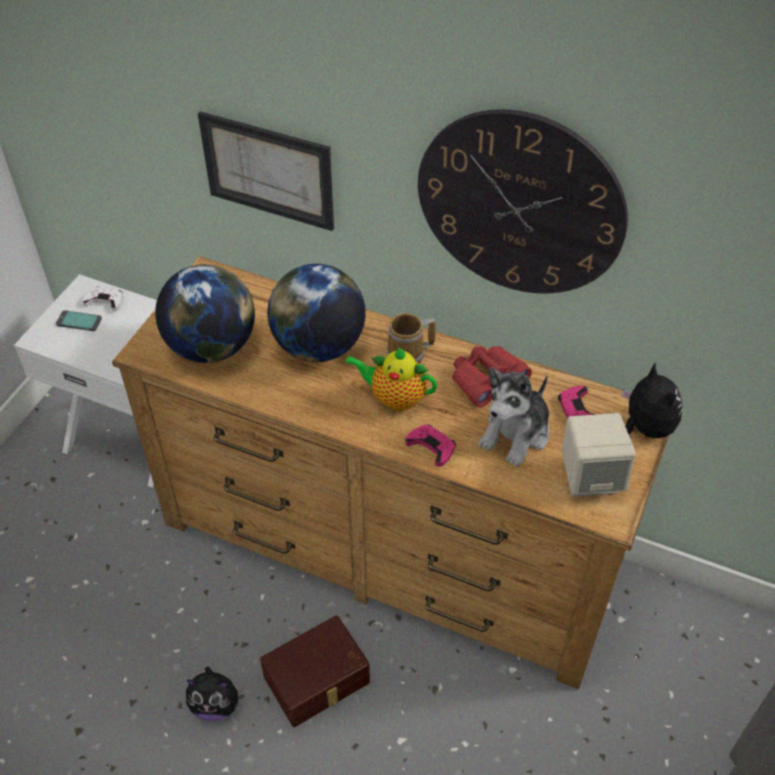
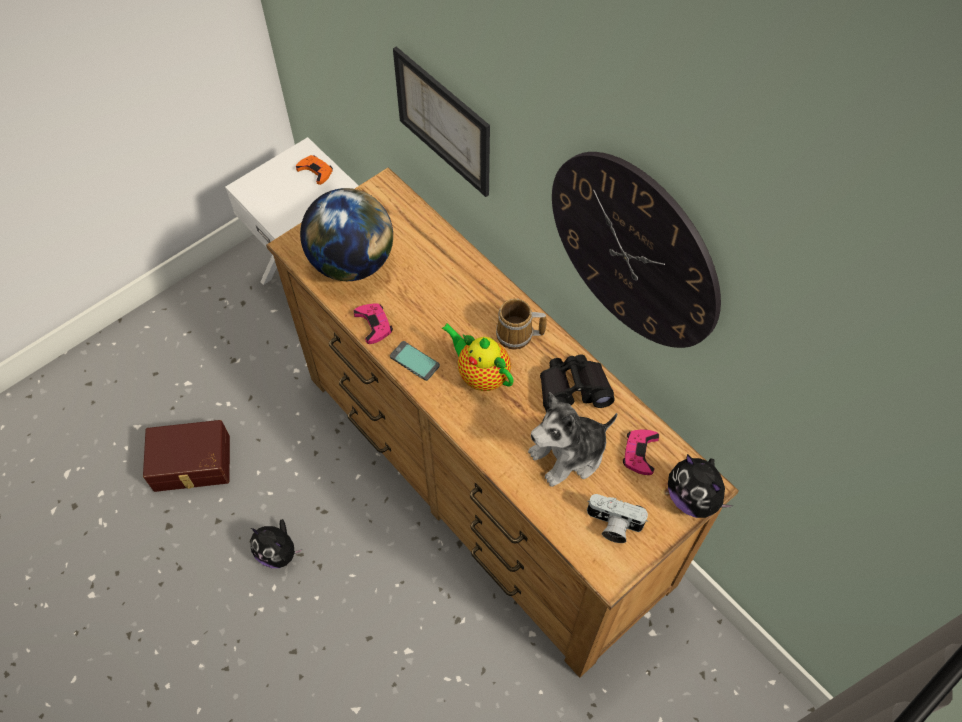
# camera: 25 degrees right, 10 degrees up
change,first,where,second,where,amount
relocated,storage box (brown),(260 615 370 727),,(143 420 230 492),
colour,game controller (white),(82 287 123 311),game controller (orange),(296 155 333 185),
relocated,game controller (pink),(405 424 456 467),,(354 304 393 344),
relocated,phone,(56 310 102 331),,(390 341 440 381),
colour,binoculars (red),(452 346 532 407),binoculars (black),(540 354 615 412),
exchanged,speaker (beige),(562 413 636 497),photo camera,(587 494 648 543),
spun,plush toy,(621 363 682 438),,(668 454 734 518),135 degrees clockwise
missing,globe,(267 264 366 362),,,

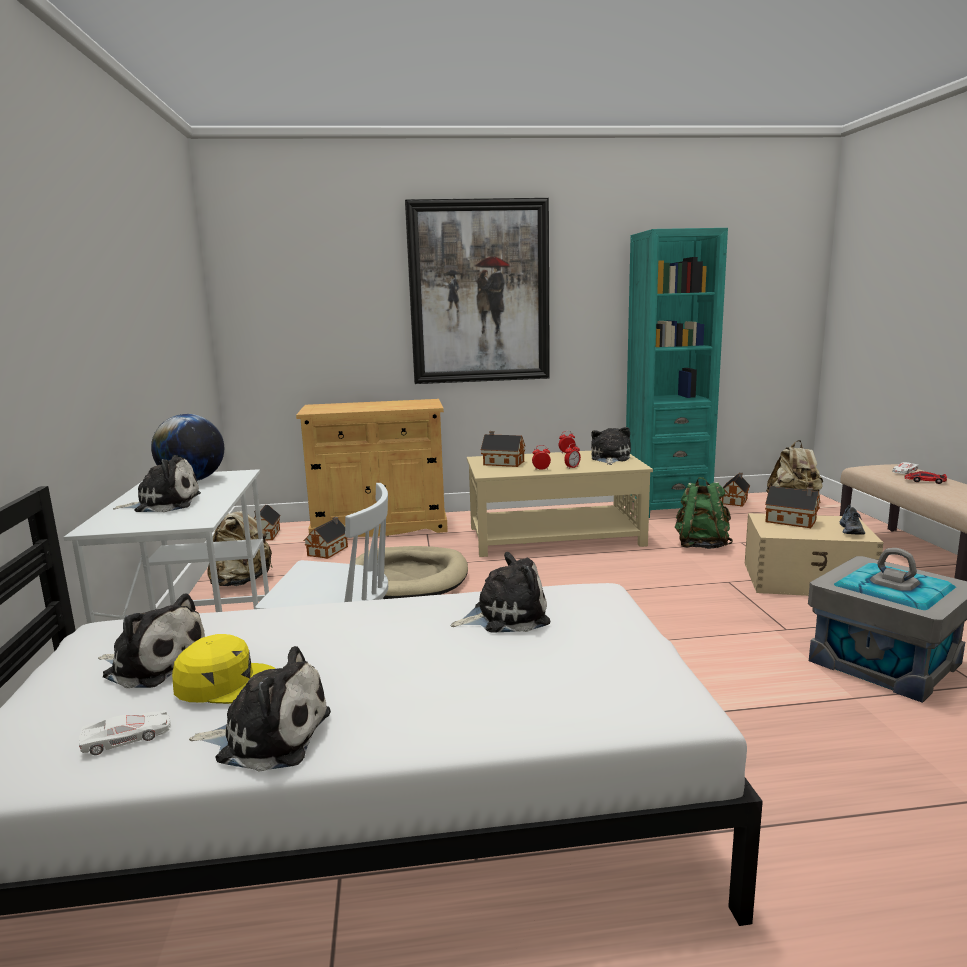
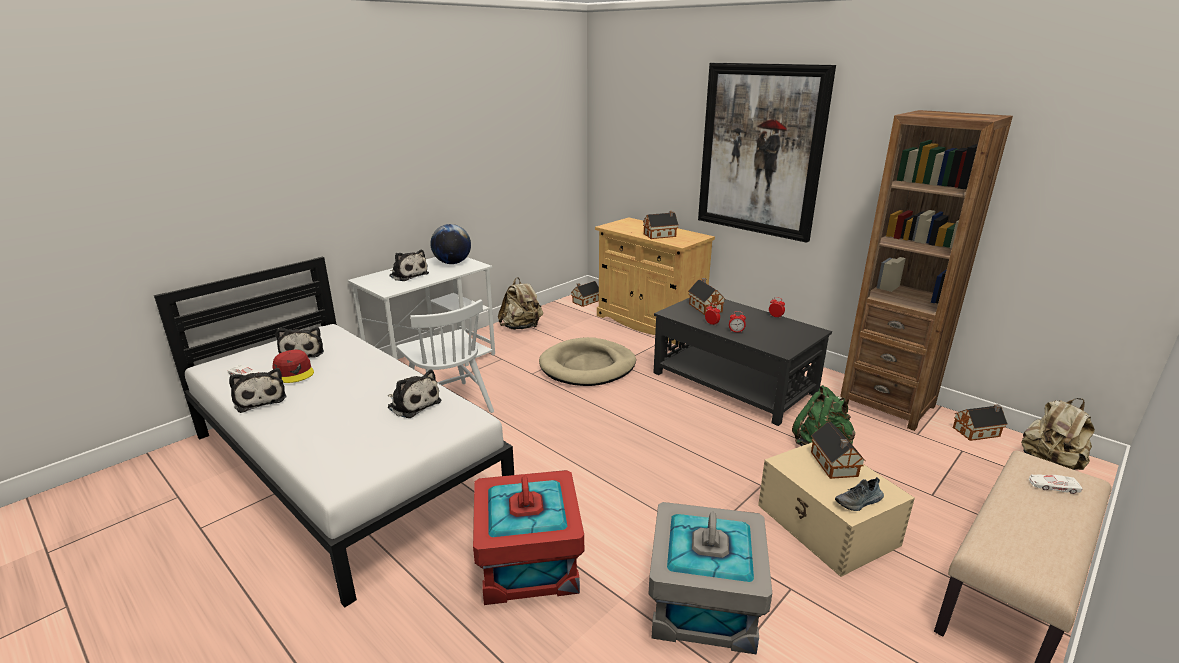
# camera: 50 degrees right, 10 degrees up
change,first,where,second,where,amount
colour,cap (yellow),(172 634 276 704),cap (red),(272 349 314 383),
appeared,,,storage box (red),(473 470 584 605),
relocated,toy house,(304 517 348 559),,(643 211 679 239),
colour,coffee table (beige),(467 451 653 557),coffee table (black),(653 298 832 426),
colour,bookcase (turquoise),(626 228 728 518),bookcase (brown),(840 110 1013 431),
missing,plush toy,(591 427 631 465),,,
missing,toy car,(904 471 947 484),,,

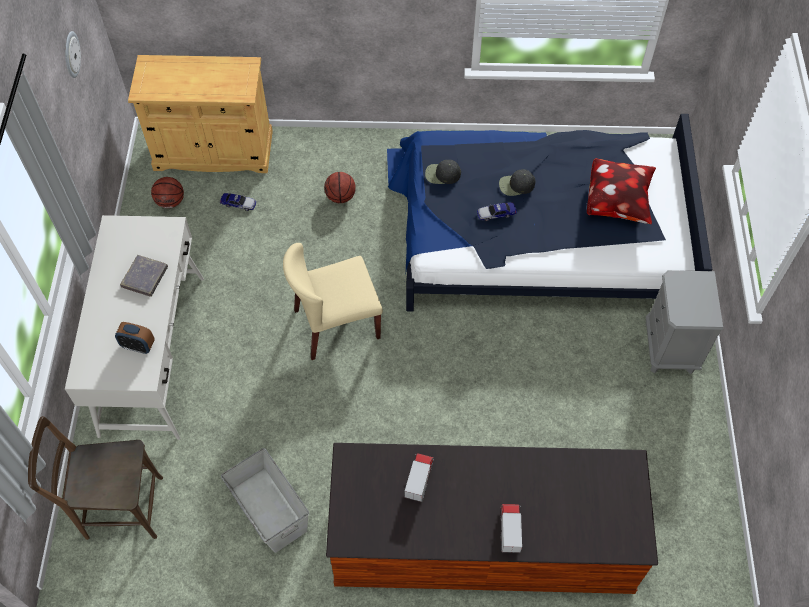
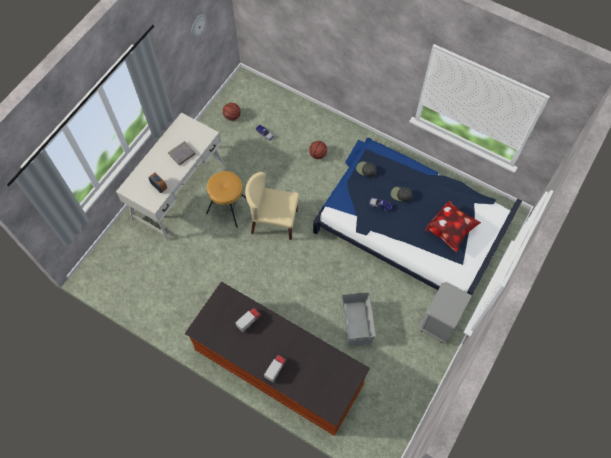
# camera: 30 degrees right, 5 degrees up
change,first,where,second,where,amount
appeared,,,stool (brown),(206 171 246 228),
relocated,storage box (grey),(221 448 309 553),,(342 292 376 346),
missing,chair (brown),(28 416 163 540),,,
missing,cabinet (beige),(128 55 273 173),,,

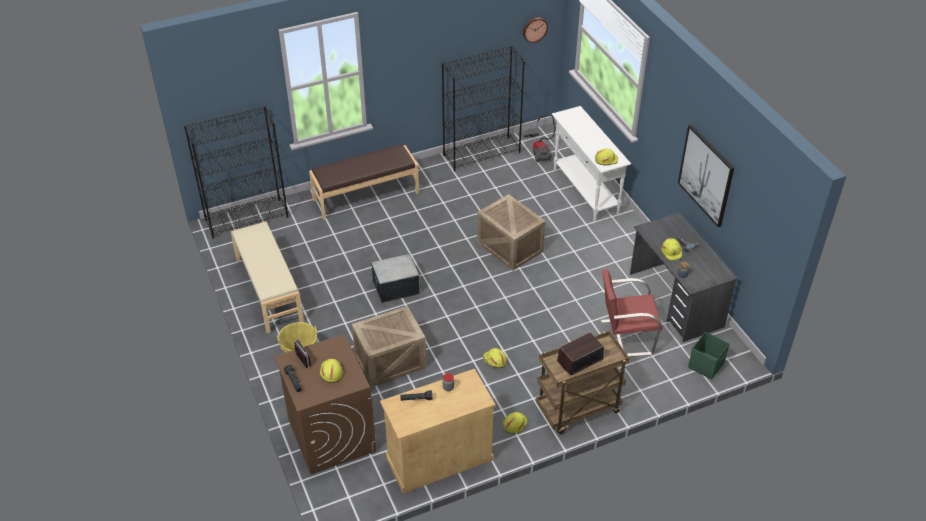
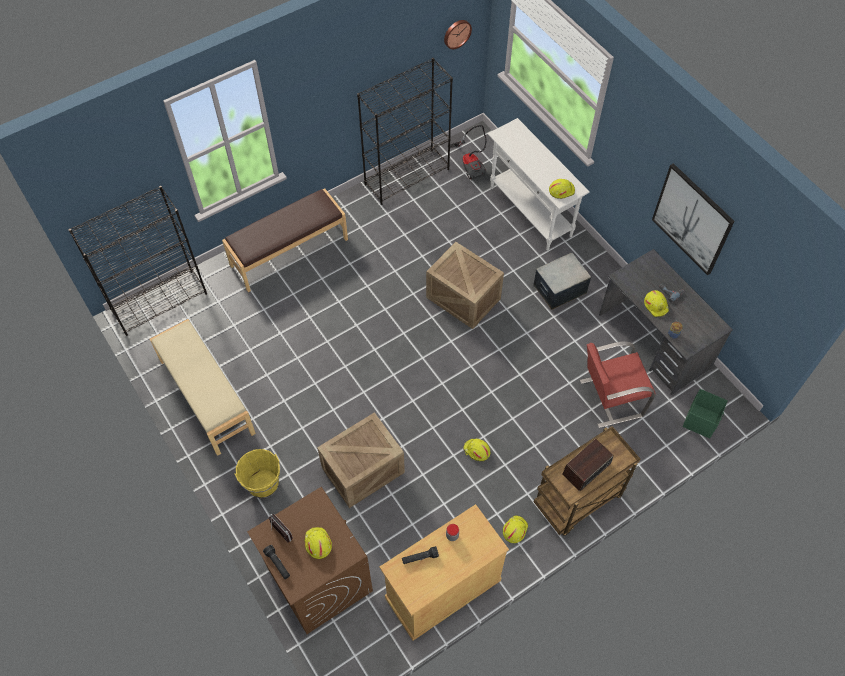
# camera: 10 degrees left, 15 degrees up
change,first,where,second,where,amount
relocated,storage box,(371 254 420 303),,(533 253 591 310),

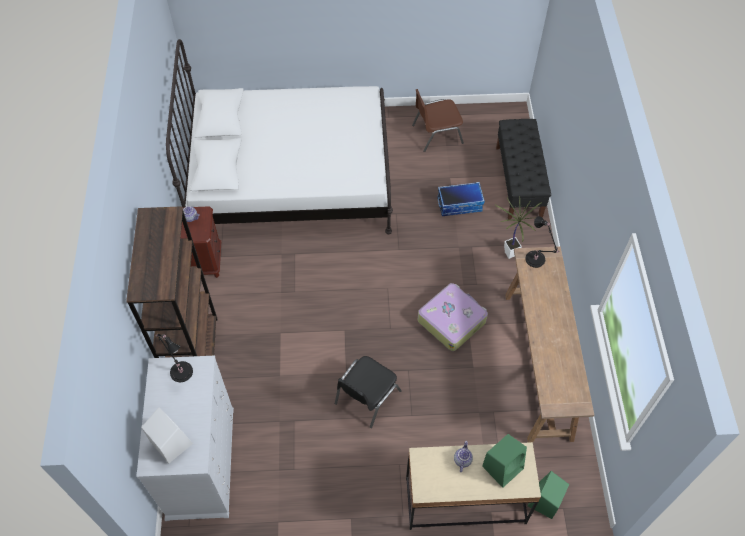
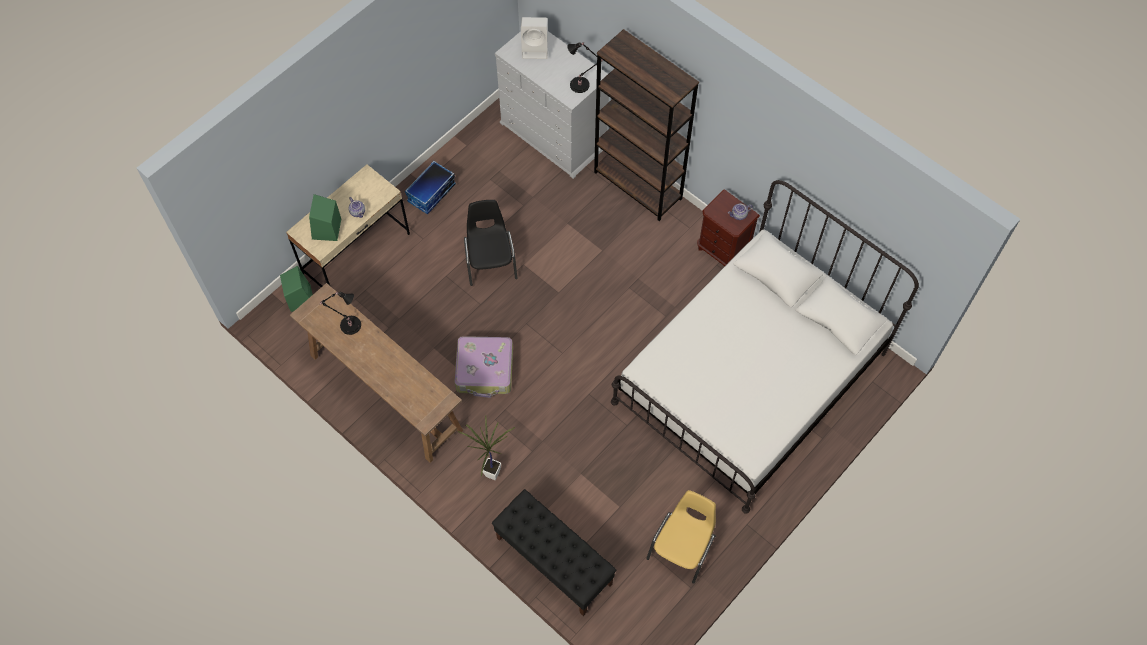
# camera: 135 degrees right, 5 degrees up
change,first,where,second,where,amount
relocated,table lamp (black),(525 216 560 268),,(320 292 361 335),
relocated,storage box,(437 182 485 216),,(405 161 456 214),
colour,chair (brown),(412 89 464 152),chair (yellow),(646 490 716 584),

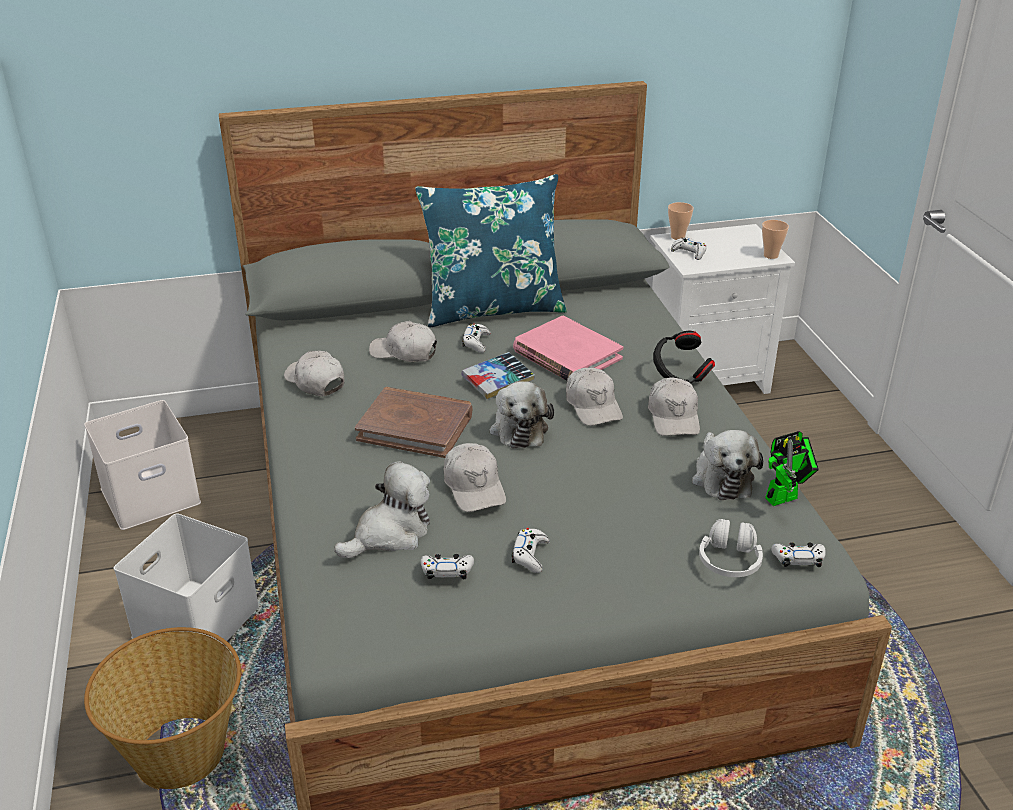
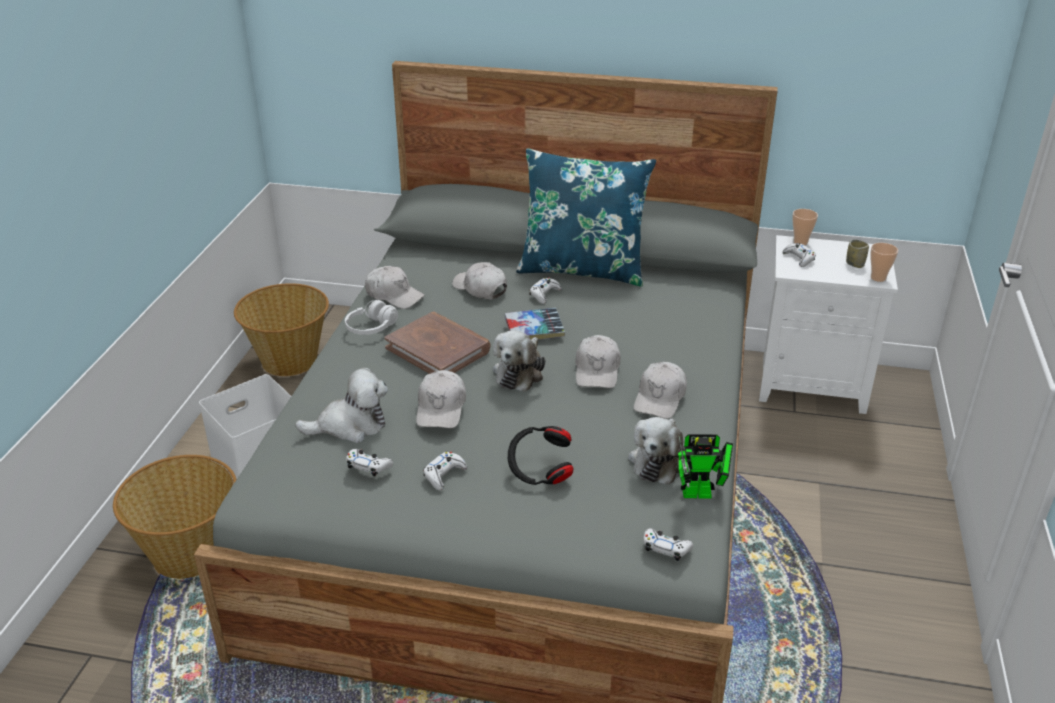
# camera: 25 degrees right, 0 degrees up
change,first,where,second,where,amount
exchanged,storage box (white),(84 400 201 530),basket,(234 283 329 376),
relocated,headphones (white),(699 519 763 577),,(345 300 398 335),
spun,cap (white),(284 351 345 396),,(365 266 425 309),135 degrees clockwise
relocated,headphones (black),(653 331 715 383),,(508 426 573 485),
appeared,,,cup,(846 239 869 268),
missing,book (pink),(513 316 623 381),,,

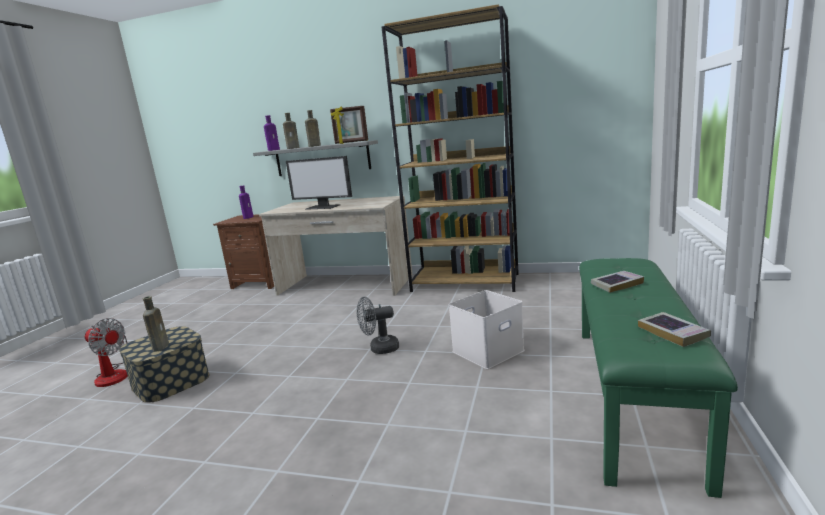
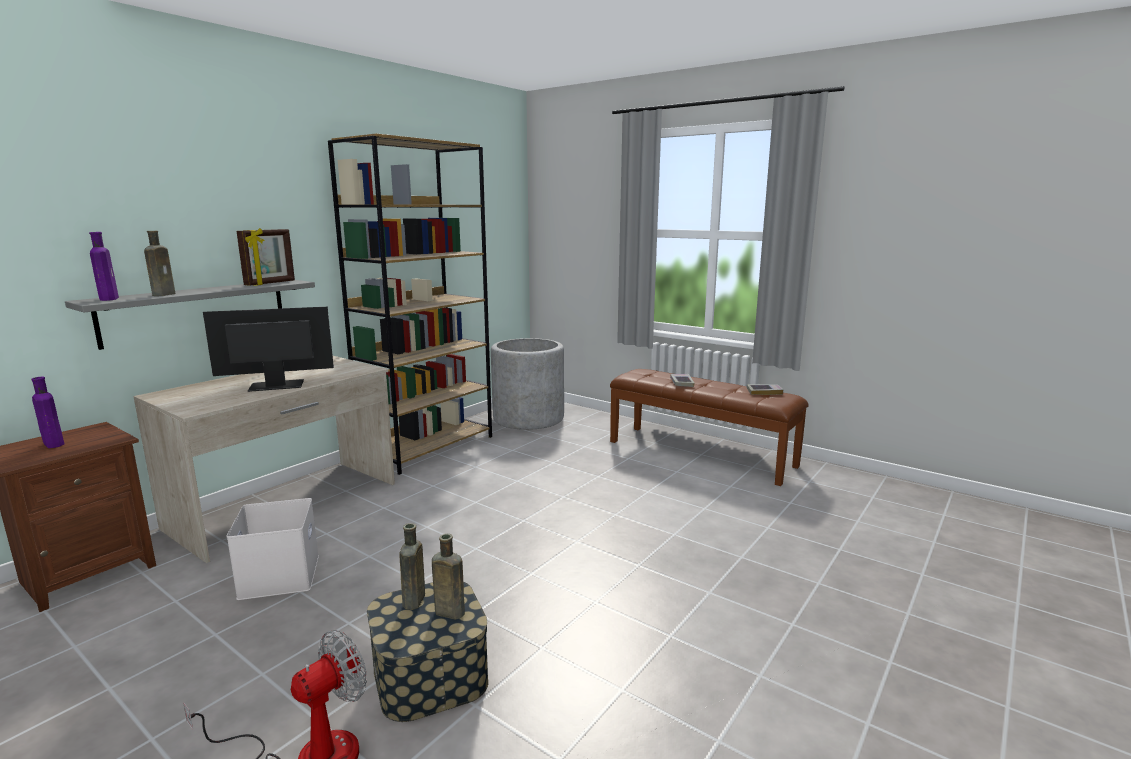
# camera: 70 degrees left, 0 degrees up
change,first,where,second,where,amount
spun,monitor,(286 156 352 210),,(203 307 334 392),150 degrees counterclockwise
relocated,storage box (white),(449 290 525 369),,(227 498 319 600),
relocated,bottle (brown),(305 110 321 147),,(399 523 425 610),
appeared,,,planter (grey),(491 338 564 430),
colour,bench (green),(579 258 738 498),bench (brown),(610 369 809 486),
missing,fan (grey),(357 296 399 354),,,

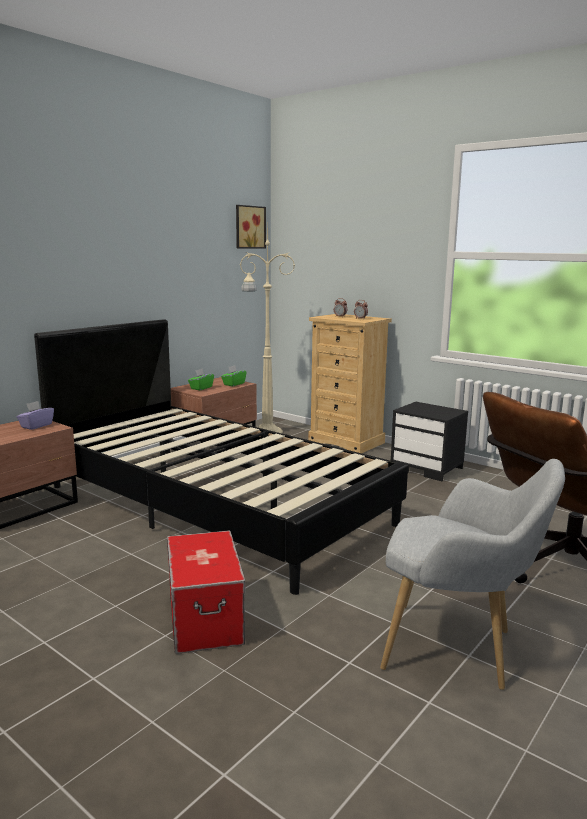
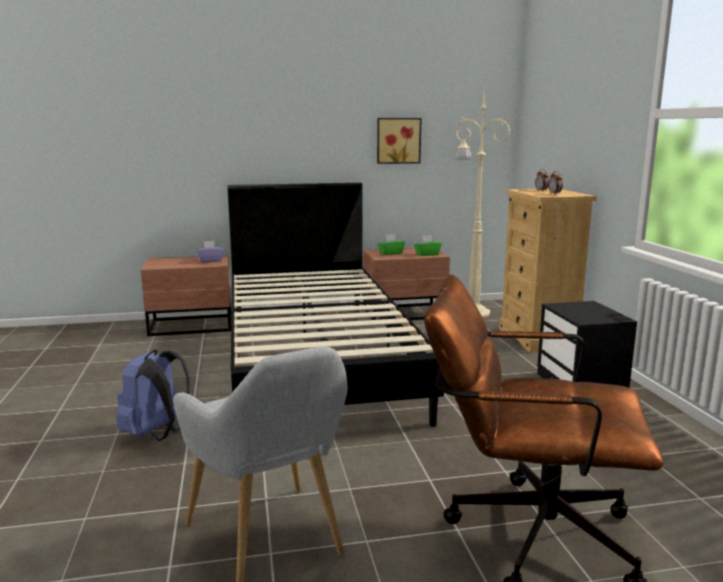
# camera: 40 degrees right, 0 degrees up
change,first,where,second,where,amount
exchanged,storage box,(167 530 245 654),backpack (blue),(117 349 190 441),
relocated,picture,(236 205 266 248),,(377 118 422 164),

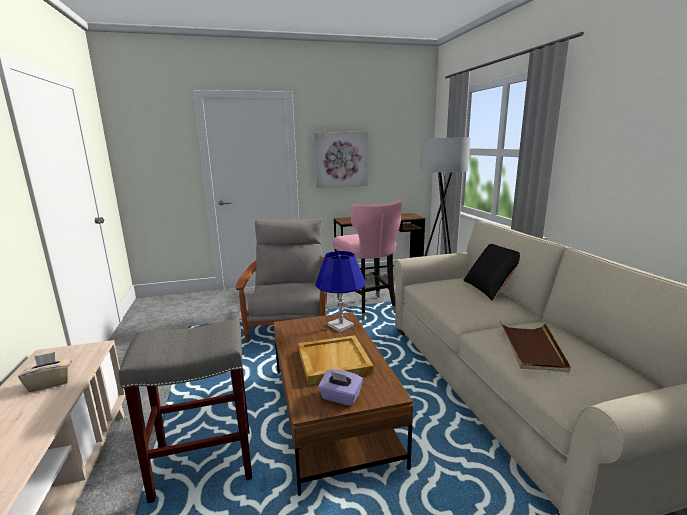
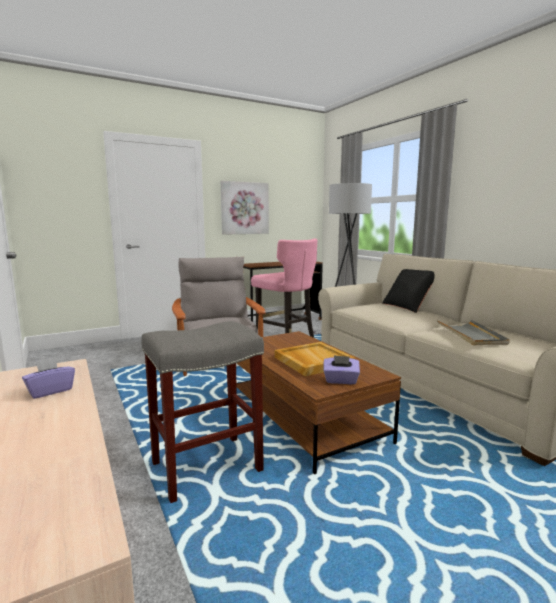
# camera: 15 degrees left, 5 degrees down
change,first,where,second,where,amount
colour,tissue box (beige),(18 352 73 392),tissue box (purple),(22 357 75 399),
colour,tray (brown),(500 321 571 372),tray (grey),(437 320 510 345),
missing,table lamp (blue),(315 251 365 332),,,

